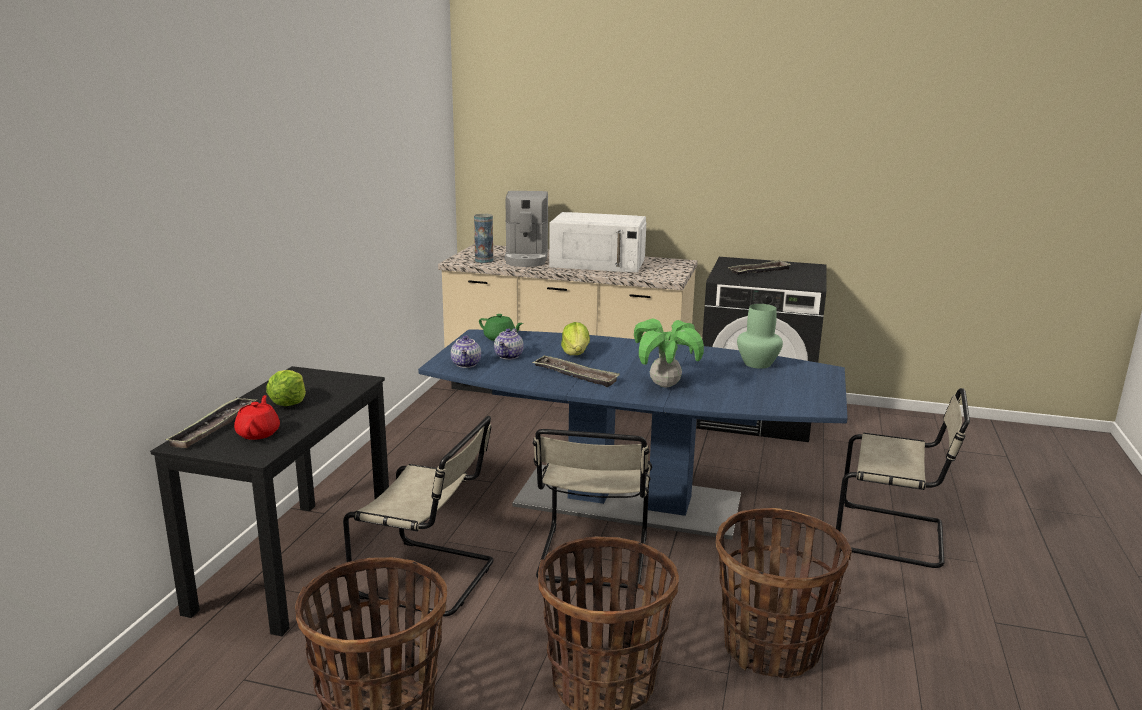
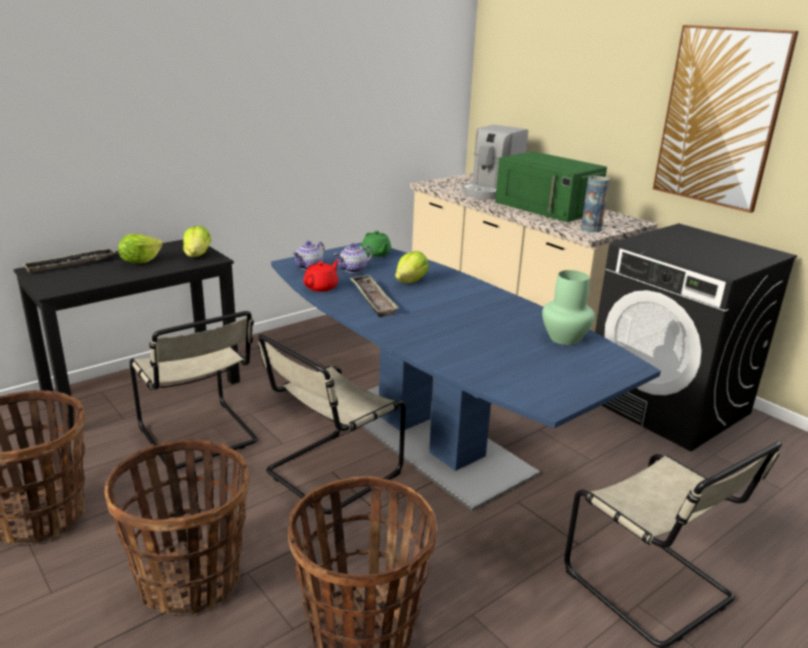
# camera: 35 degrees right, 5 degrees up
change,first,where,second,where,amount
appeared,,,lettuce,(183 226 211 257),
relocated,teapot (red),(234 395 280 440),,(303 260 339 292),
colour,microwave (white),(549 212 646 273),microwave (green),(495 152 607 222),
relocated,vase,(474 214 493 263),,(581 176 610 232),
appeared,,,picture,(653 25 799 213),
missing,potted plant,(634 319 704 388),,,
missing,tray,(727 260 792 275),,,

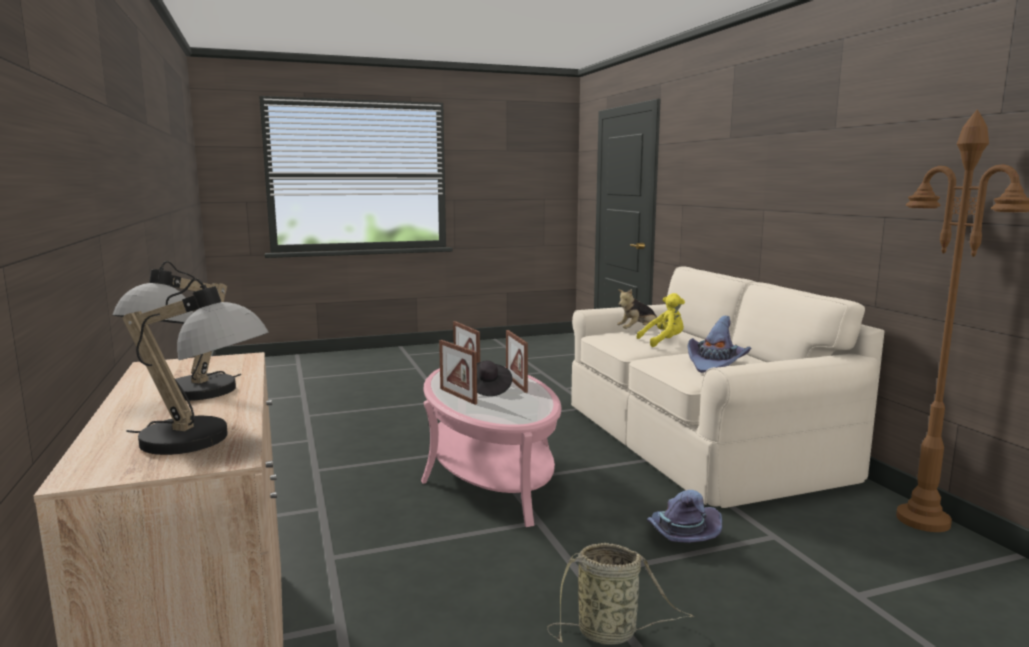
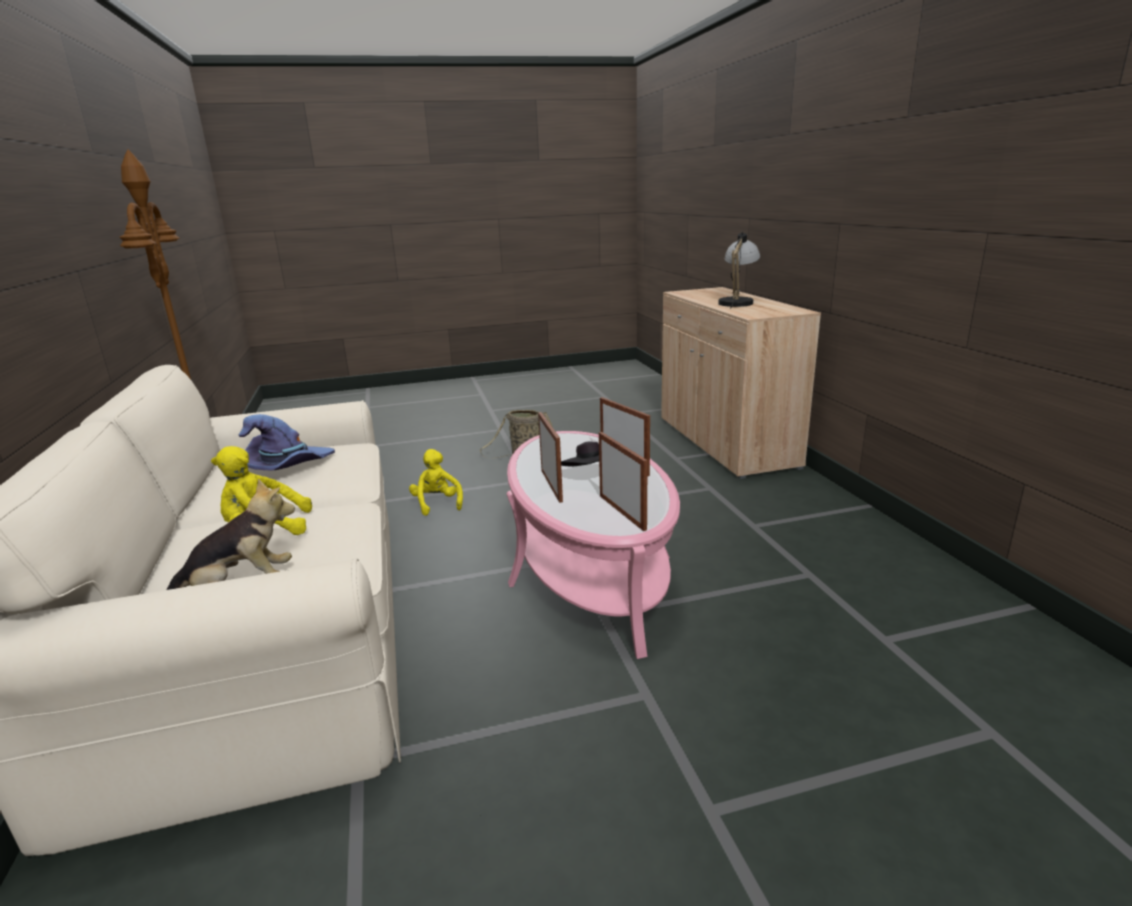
# camera: 175 degrees left, 10 degrees up
change,first,where,second,where,amount
exchanged,hat (purple),(647 490 722 543),plush toy (yellow),(409 449 463 516),
missing,table lamp,(122 278 269 455),,,

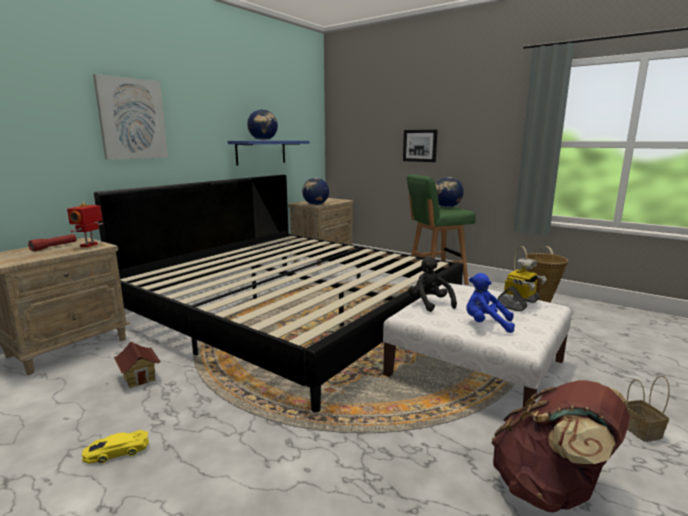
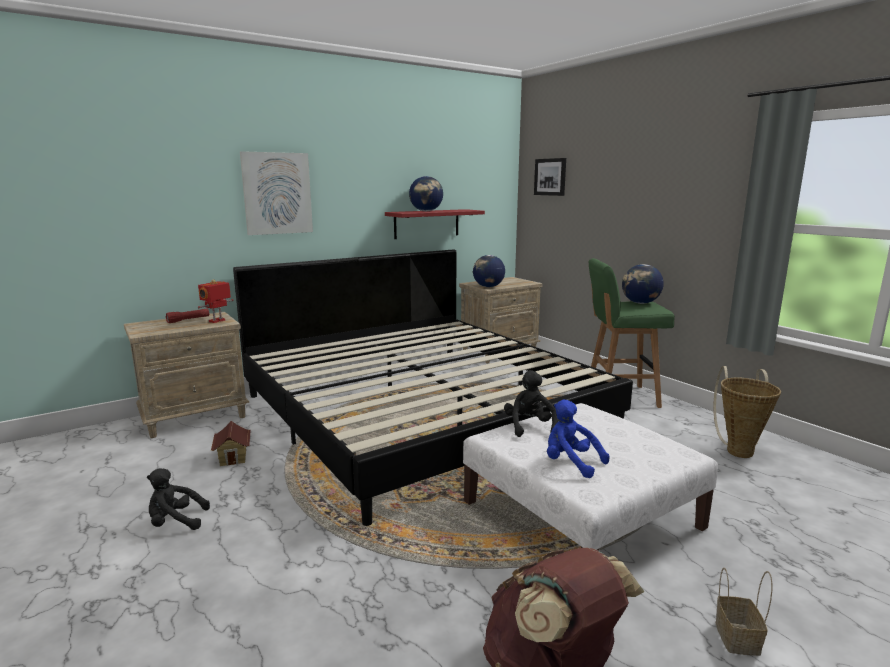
# camera: 20 degrees right, 0 degrees up
change,first,where,second,where,amount
exchanged,toy car (yellow),(82 430 149 464),plush toy (black),(147 468 210 530),
colour,shelf (blue),(228 141 309 166),shelf (red),(385 209 485 239),
relocated,picture,(403 130 438 162),,(534 158 566 196),
missing,toy robot,(497 258 547 312),,,

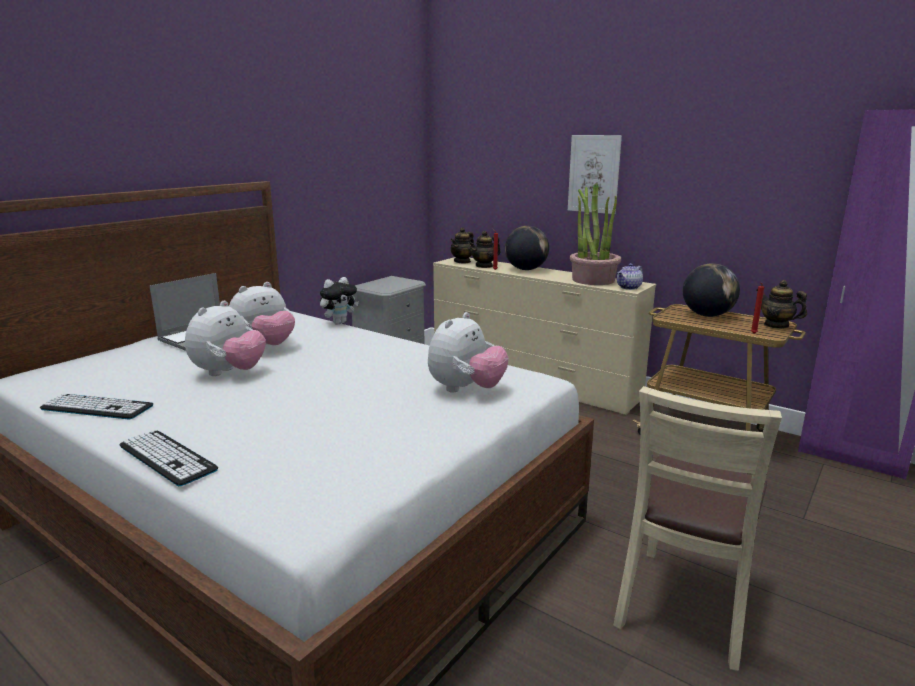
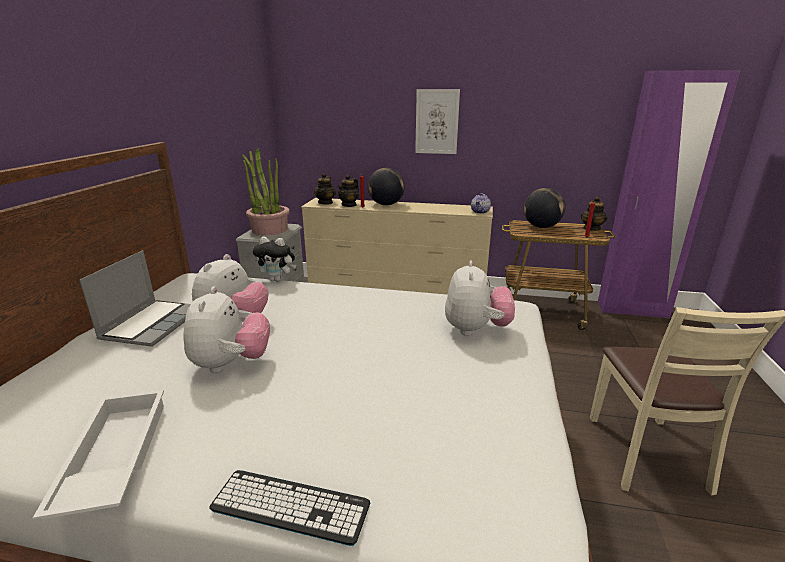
# camera: 25 degrees left, 5 degrees up
change,first,where,second,where,amount
exchanged,keyboard,(40 394 153 420),tray (white),(33 390 164 519),
relocated,potted plant,(570 183 621 285),,(242 149 290 235),
spun,plush toy,(320 277 359 325),,(253 237 296 282),75 degrees clockwise
spun,teapot,(756 280 807 329),,(581 196 607 231),105 degrees clockwise

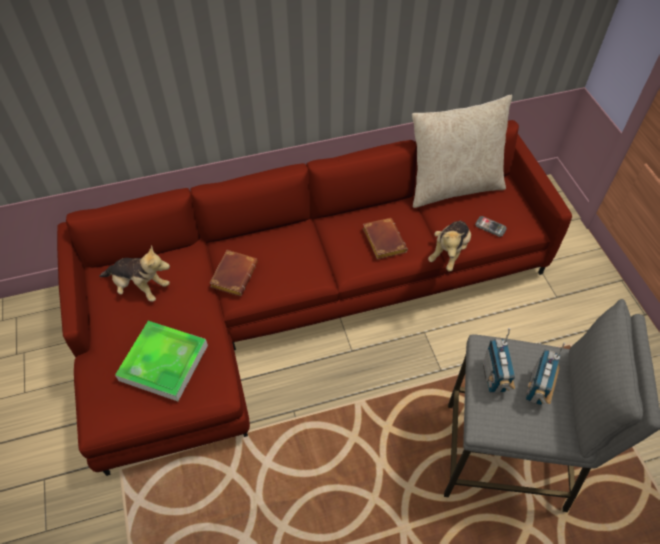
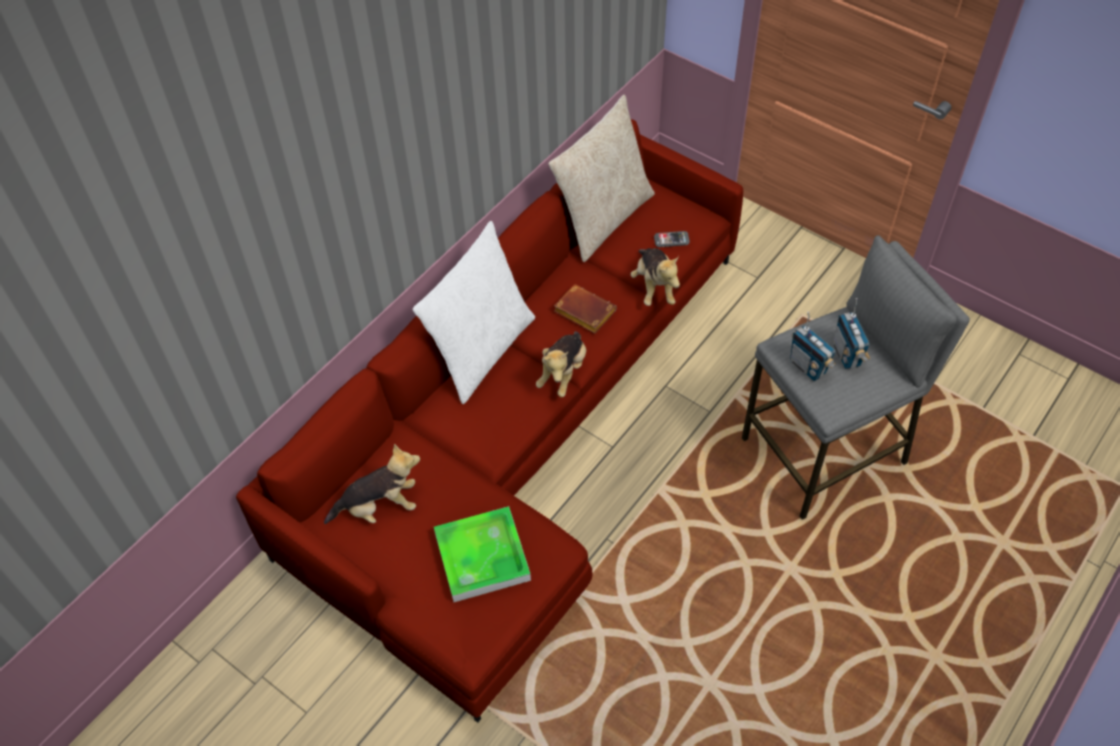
# camera: 35 degrees left, 0 degrees up
change,first,where,second,where,amount
appeared,,,pillow (white),(413 221 535 404),
appeared,,,plush toy,(536 331 586 397),
missing,book (brown),(209 250 258 296),,,

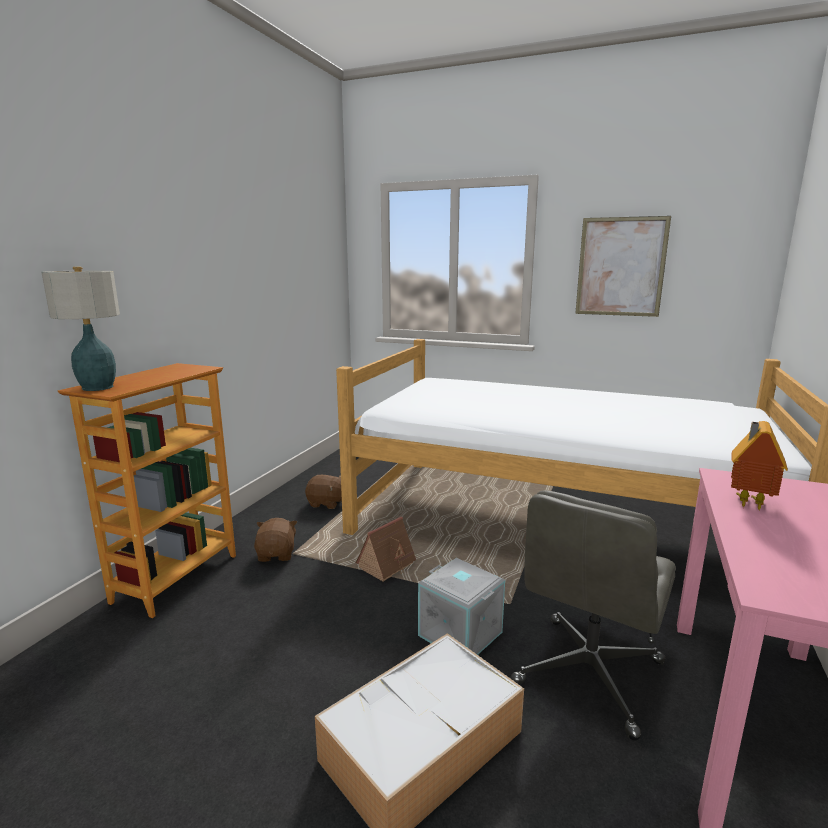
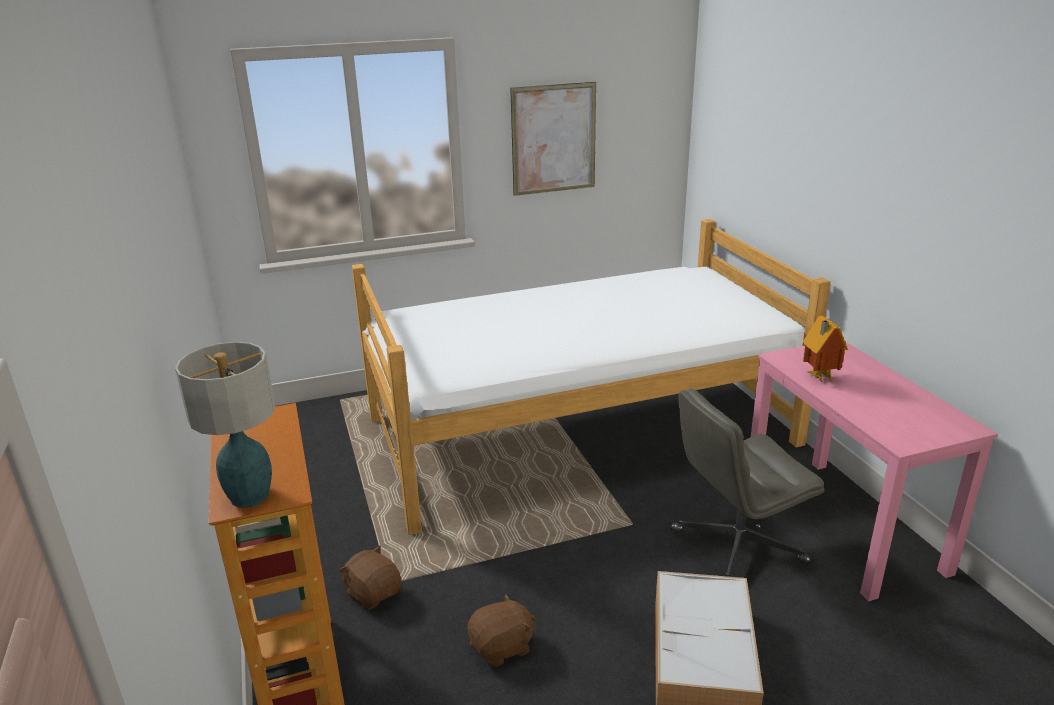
# camera: 40 degrees left, 10 degrees up
change,first,where,second,where,amount
relocated,plush toy (brown),(305 475 342 509),,(467 594 535 667),
spun,office chair (grey),(510 490 676 741),,(671 389 825 577),75 degrees clockwise
missing,toy house,(356 517 416 582),,,
missing,storage box (grey),(418 558 505 655),,,

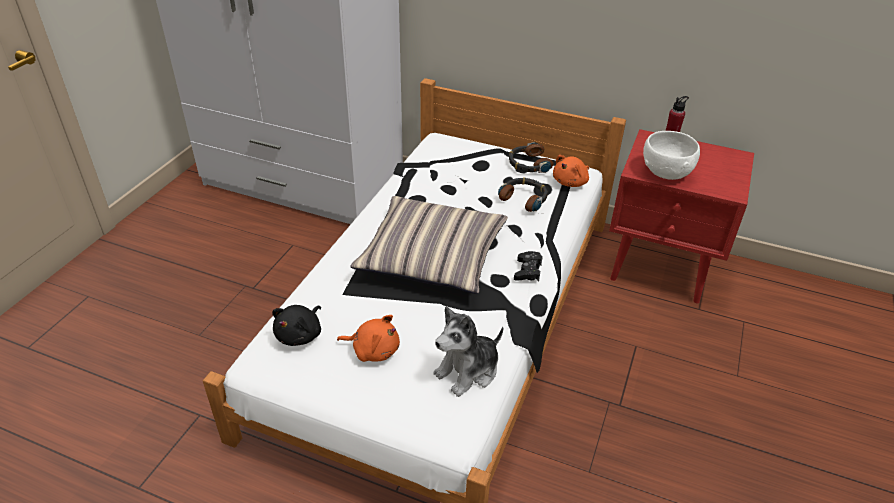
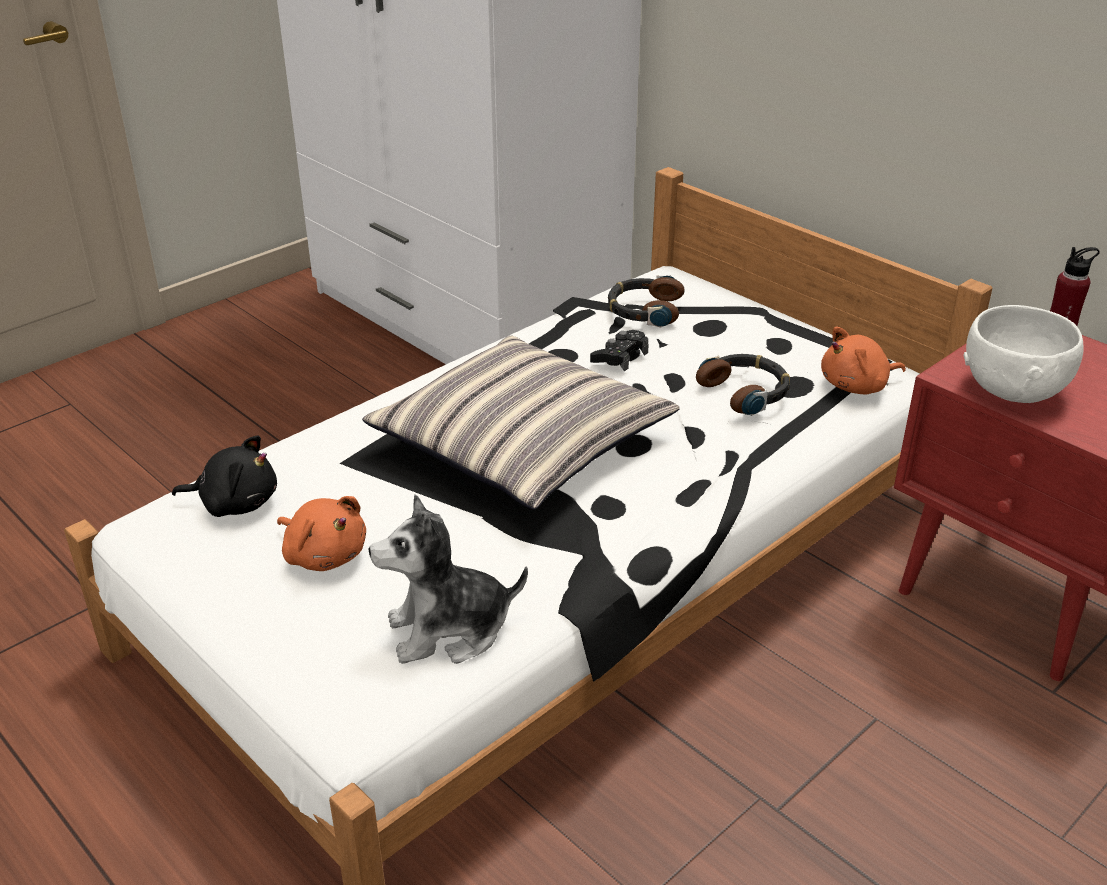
# camera: 25 degrees right, 5 degrees down
change,first,where,second,where,amount
spun,plush toy (black),(273 305 321 346),,(172 435 277 517),135 degrees counterclockwise
relocated,game controller (black),(514 251 543 281),,(590 330 649 372),
relocated,headphones,(509 142 553 173),,(608 275 685 328),

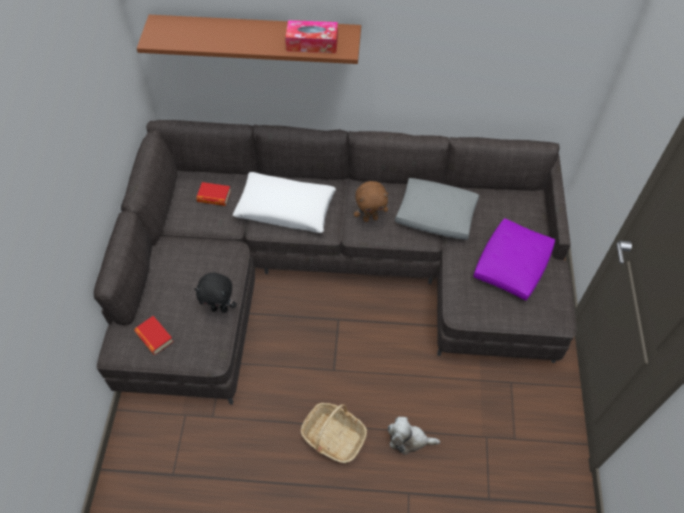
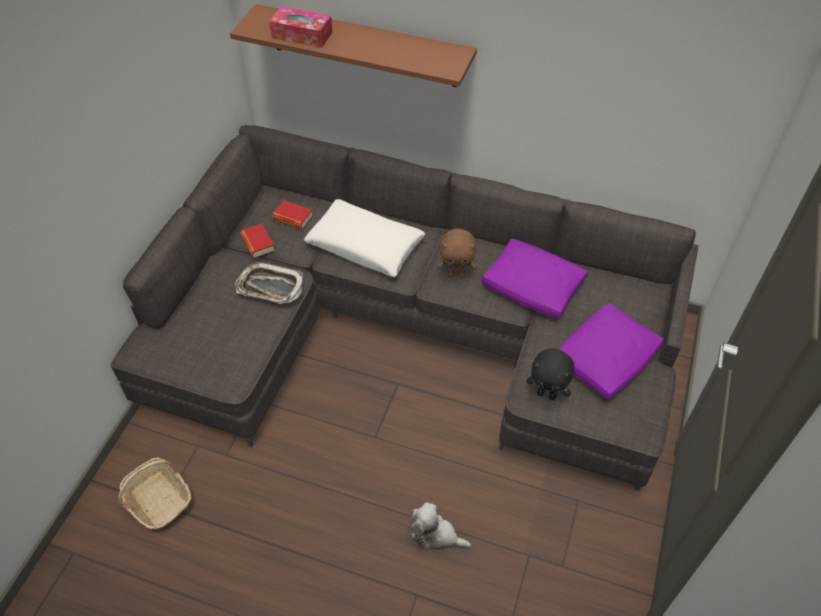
# camera: 15 degrees right, 5 degrees down
change,first,where,second,where,amount
relocated,basket,(301 403 367 463),,(118 457 191 530),
appeared,,,tray,(235 262 303 304),
relocated,book,(134 316 174 355),,(240 223 275 258),
relocated,tissue box,(285 20 338 53),,(269 6 333 48),
colour,pillow (grey),(395 178 479 240),pillow (purple),(481 239 588 319),
relocated,plush toy (black),(194 273 237 313),,(526 348 574 401),

